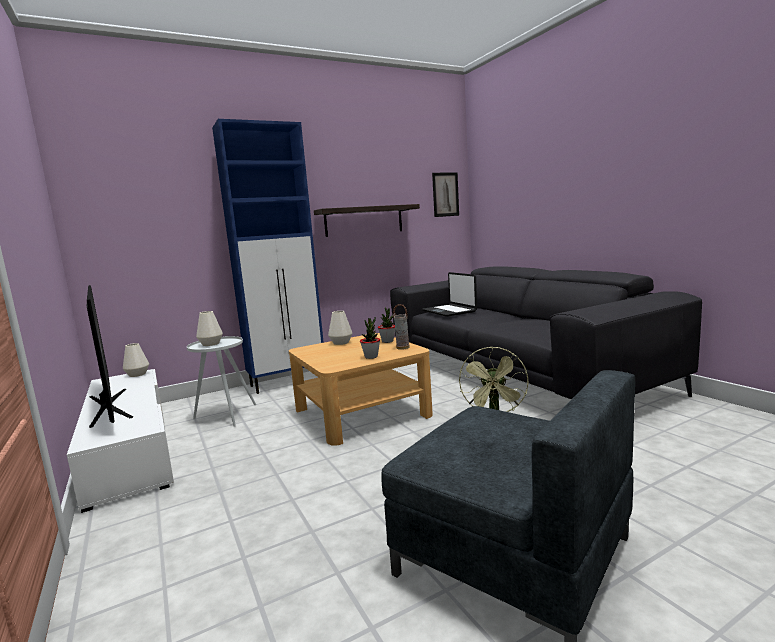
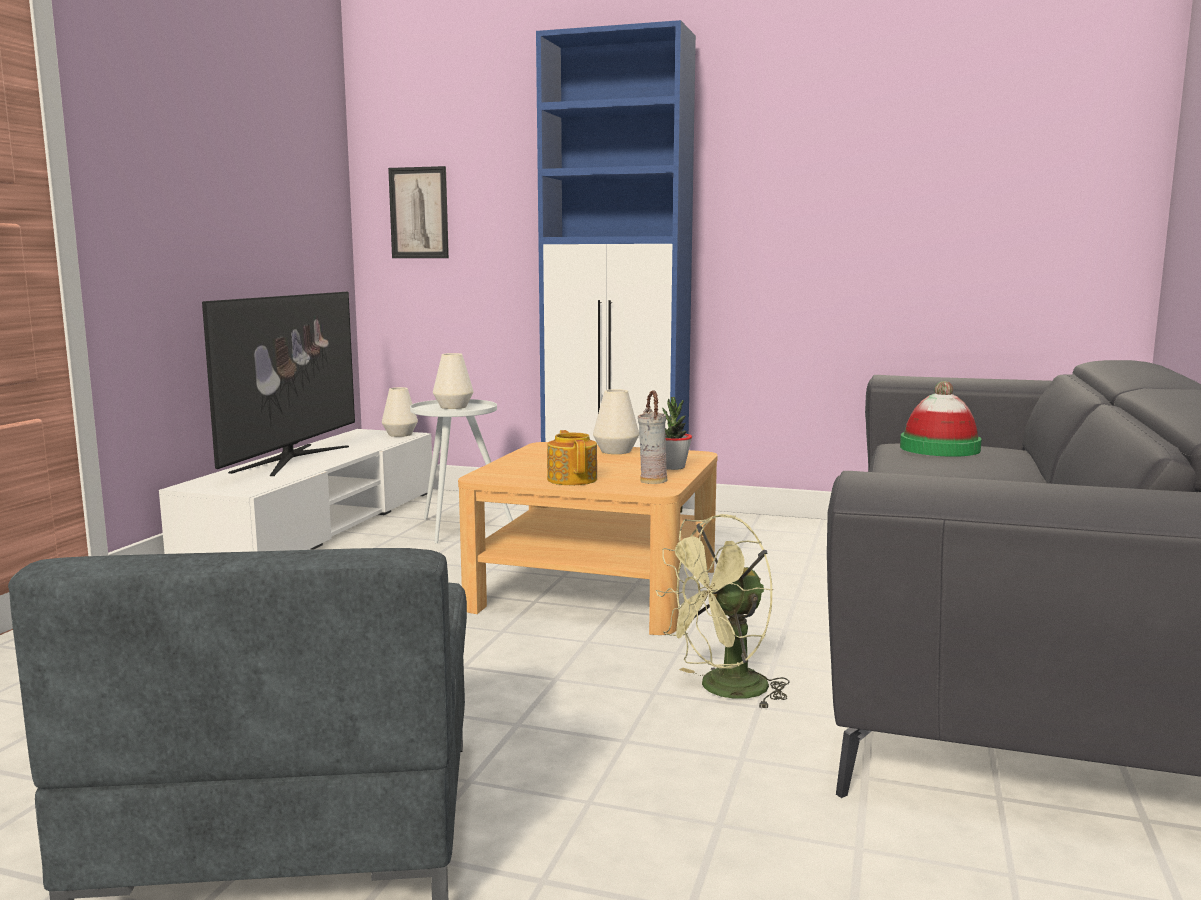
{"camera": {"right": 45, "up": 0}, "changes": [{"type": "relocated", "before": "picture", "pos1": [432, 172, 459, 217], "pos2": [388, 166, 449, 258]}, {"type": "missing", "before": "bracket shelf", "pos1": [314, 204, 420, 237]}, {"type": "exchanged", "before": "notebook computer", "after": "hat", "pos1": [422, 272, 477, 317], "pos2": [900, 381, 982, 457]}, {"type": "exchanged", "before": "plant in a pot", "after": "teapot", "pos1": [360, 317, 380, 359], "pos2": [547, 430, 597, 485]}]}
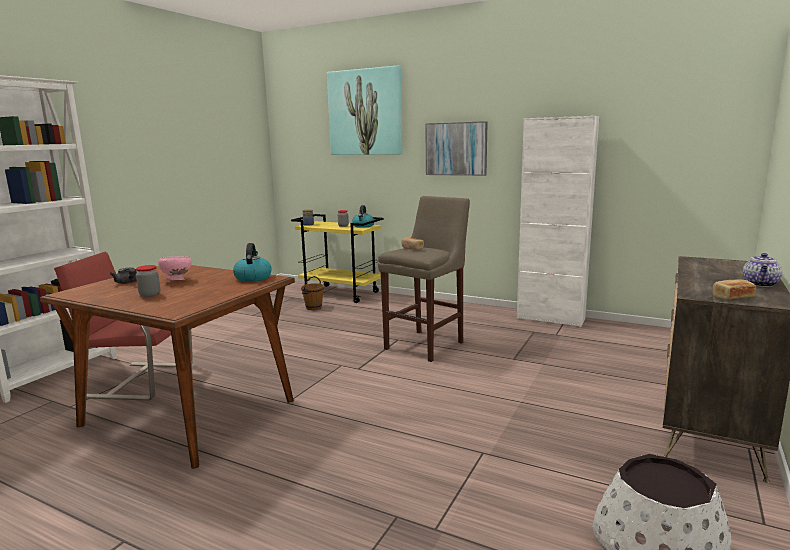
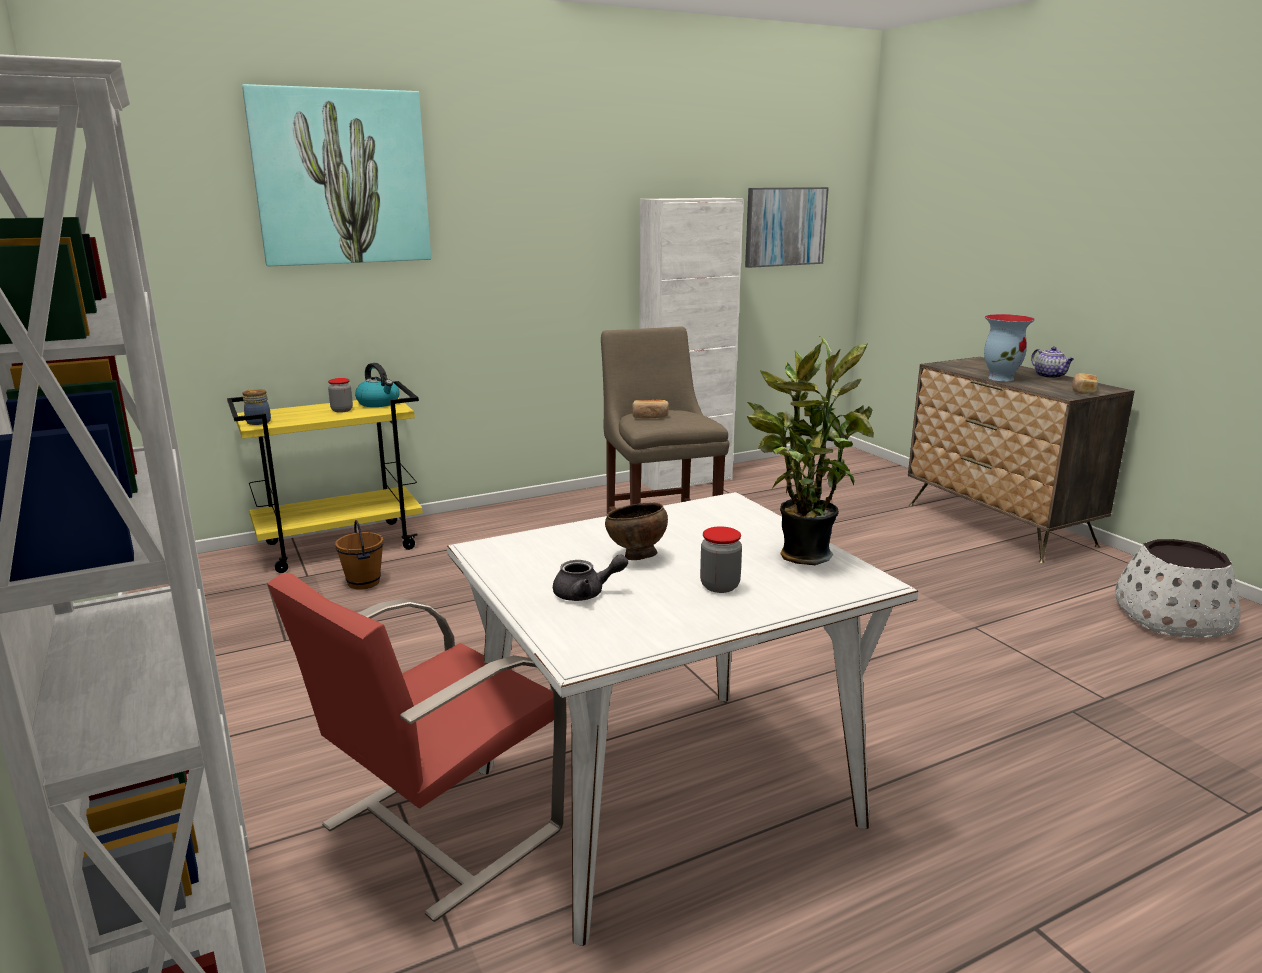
{"camera": {"right": -55, "up": 5}, "changes": [{"type": "relocated", "before": "picture", "pos1": [425, 121, 488, 176], "pos2": [745, 187, 829, 268]}, {"type": "missing", "before": "kettle", "pos1": [233, 243, 272, 282]}, {"type": "colour", "before": "pinkish bowl", "after": "brown-coloured bowl", "pos1": [158, 256, 192, 280], "pos2": [605, 502, 668, 560]}, {"type": "colour", "before": "brown-coloured kitchen table", "after": "whitish kitchen table", "pos1": [40, 265, 295, 469], "pos2": [447, 492, 918, 946]}, {"type": "appeared", "after": "flower vase", "pos2": [984, 314, 1035, 381]}, {"type": "appeared", "after": "plant in a pot", "pos2": [747, 335, 874, 565]}]}
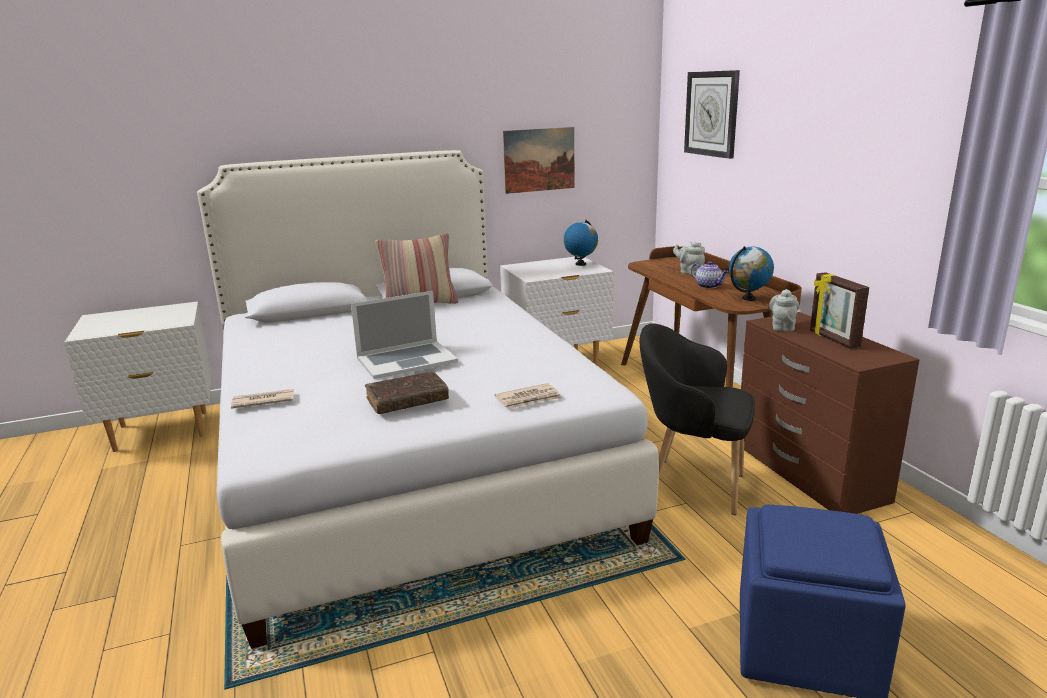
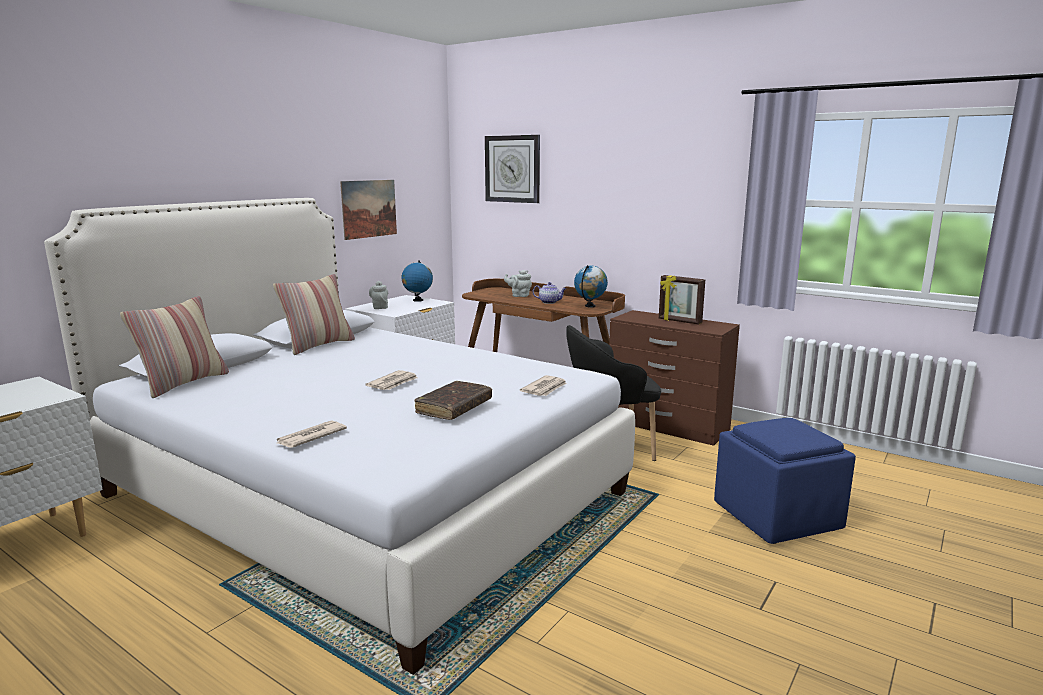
{"camera": {"right": -35, "up": -5}, "changes": [{"type": "relocated", "before": "greyish teapot", "pos1": [769, 289, 799, 331], "pos2": [369, 281, 388, 309]}, {"type": "exchanged", "before": "notebook computer", "after": "daily paper", "pos1": [351, 291, 458, 379], "pos2": [365, 370, 418, 390]}, {"type": "appeared", "after": "pillow", "pos2": [120, 296, 229, 398]}]}
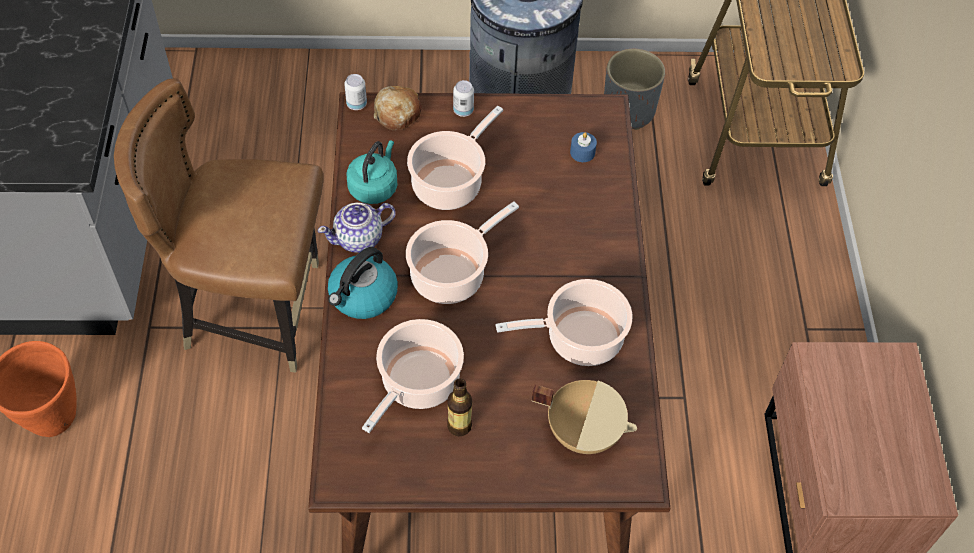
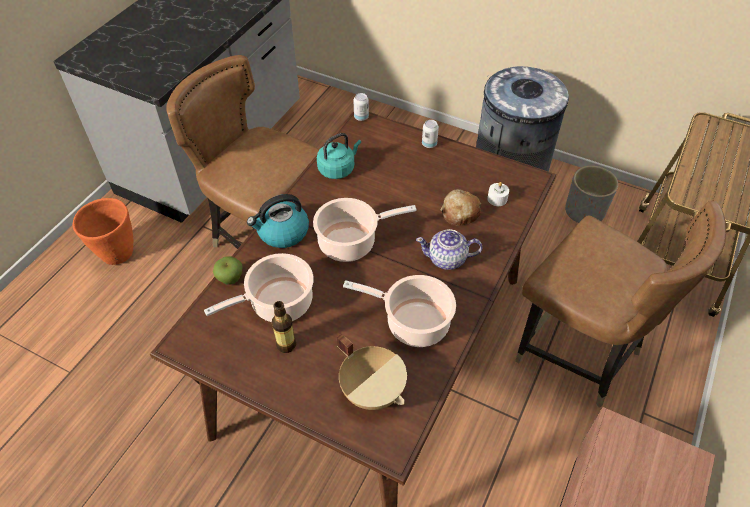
{"camera": {"right": 30, "up": -5}, "changes": [{"type": "relocated", "before": "baked bread", "pos1": [374, 86, 422, 130], "pos2": [441, 189, 481, 226]}, {"type": "missing", "before": "stockpot", "pos1": [407, 106, 503, 210]}, {"type": "colour", "before": "blue wax light", "after": "whitish wax light", "pos1": [570, 132, 597, 162], "pos2": [487, 182, 509, 206]}, {"type": "relocated", "before": "teapot", "pos1": [318, 203, 396, 253], "pos2": [416, 229, 482, 270]}, {"type": "appeared", "after": "brown-coloured upright chair", "pos2": [515, 201, 726, 408]}, {"type": "appeared", "after": "apple", "pos2": [213, 256, 243, 285]}]}
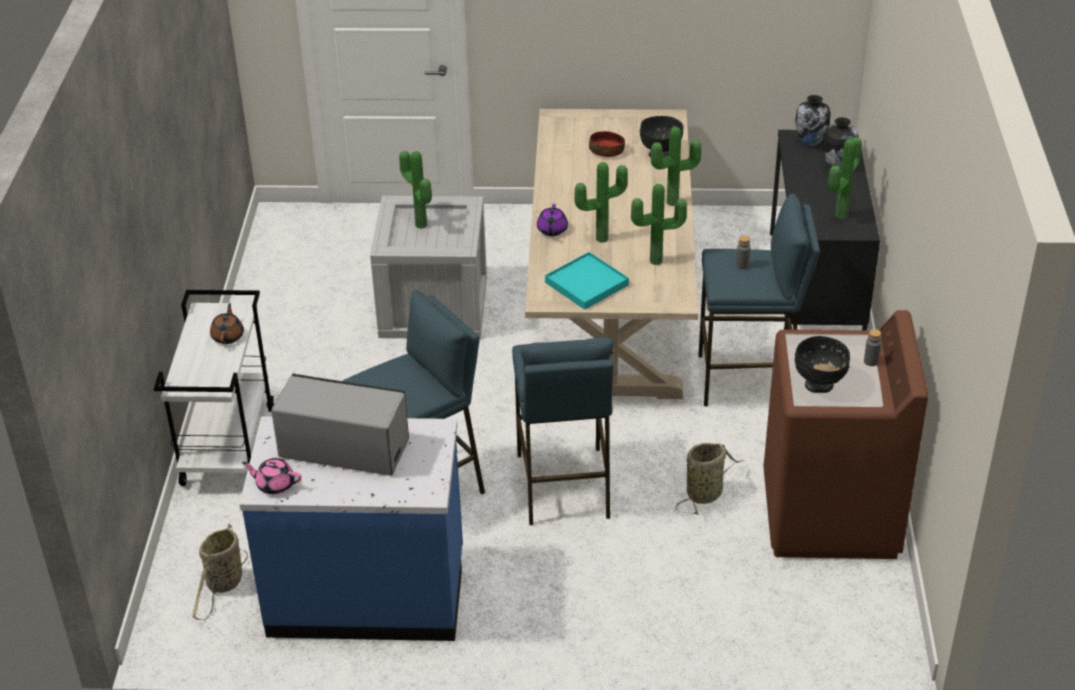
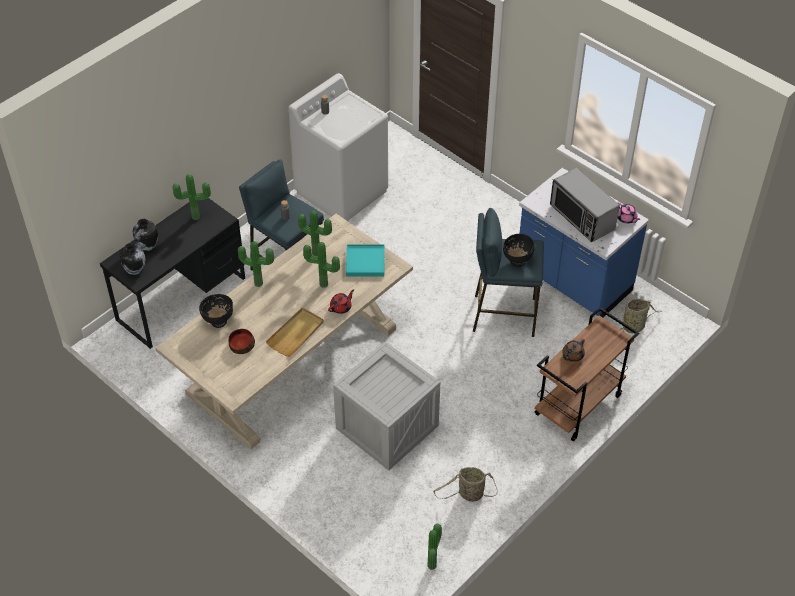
{"camera": {"right": -140, "up": 10}, "changes": [{"type": "relocated", "before": "plant in a pot", "pos1": [399, 151, 432, 229], "pos2": [427, 523, 442, 570]}, {"type": "colour", "before": "purple-coloured teapot", "after": "red-coloured teapot", "pos1": [537, 204, 568, 236], "pos2": [328, 289, 354, 314]}, {"type": "colour", "before": "whitish cart", "after": "brown-coloured cart", "pos1": [154, 290, 274, 486], "pos2": [535, 307, 639, 441]}, {"type": "colour", "before": "brown-coloured laundry machine", "after": "whitish laundry machine", "pos1": [763, 310, 928, 559], "pos2": [288, 73, 388, 221]}, {"type": "relocated", "before": "blackish bowl", "pos1": [795, 336, 850, 393], "pos2": [503, 234, 535, 267]}, {"type": "missing", "before": "blue stool seat", "pos1": [512, 337, 614, 525]}, {"type": "relocated", "before": "storage basket", "pos1": [675, 443, 744, 515], "pos2": [433, 467, 497, 502]}, {"type": "appeared", "after": "beige serving tray", "pos2": [265, 308, 324, 357]}]}
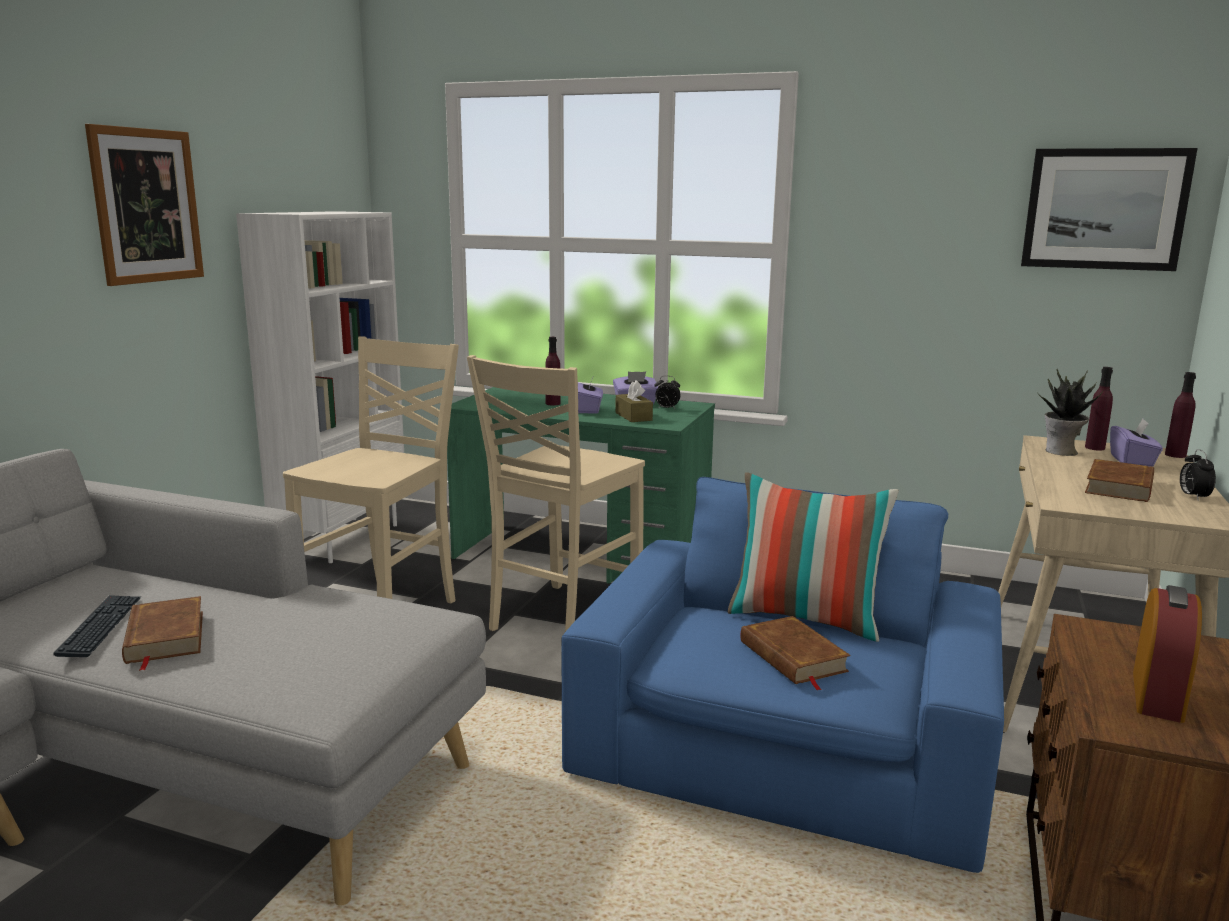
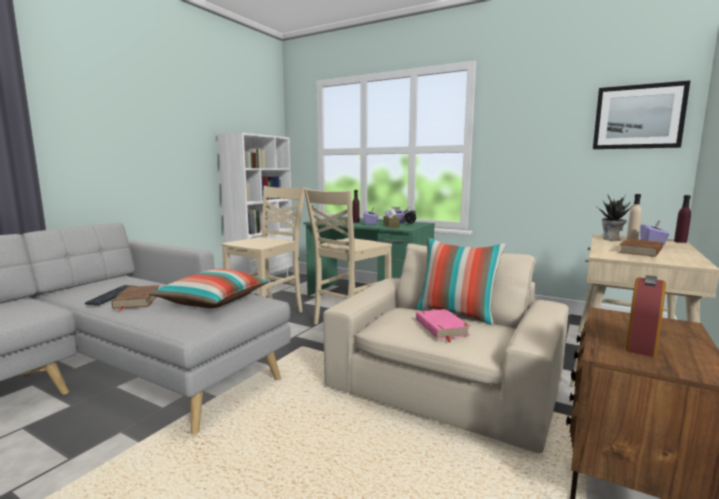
{"camera": {"right": 10, "up": -5}, "changes": [{"type": "missing", "before": "picture", "pos1": [85, 124, 204, 286]}, {"type": "colour", "before": "purple-coloured bottle", "after": "beige bottle", "pos1": [1085, 367, 1113, 451], "pos2": [627, 194, 642, 239]}, {"type": "missing", "before": "alarm clock", "pos1": [1180, 449, 1216, 500]}, {"type": "colour", "before": "blue lounge chair", "after": "beige lounge chair", "pos1": [561, 477, 1004, 873], "pos2": [323, 243, 569, 453]}, {"type": "colour", "before": "brown-coloured volume", "after": "pinkish volume", "pos1": [740, 616, 851, 691], "pos2": [416, 309, 471, 342]}, {"type": "appeared", "after": "pillow", "pos2": [149, 269, 269, 308]}]}
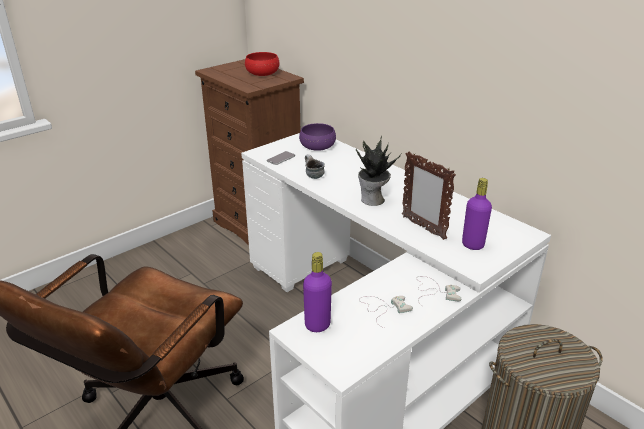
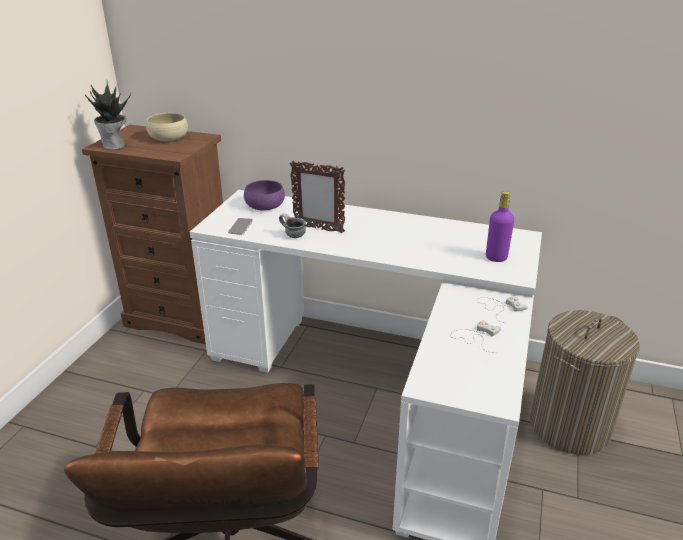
{"camera": {"right": -30, "up": 0}, "changes": [{"type": "colour", "before": "red-coloured bowl", "after": "beige bowl", "pos1": [245, 52, 280, 76], "pos2": [146, 113, 188, 141]}, {"type": "relocated", "before": "plant in a pot", "pos1": [356, 135, 402, 206], "pos2": [85, 81, 131, 150]}, {"type": "relocated", "before": "picture frame", "pos1": [402, 151, 456, 240], "pos2": [290, 161, 345, 234]}, {"type": "missing", "before": "purple-coloured bottle", "pos1": [303, 252, 332, 332]}]}
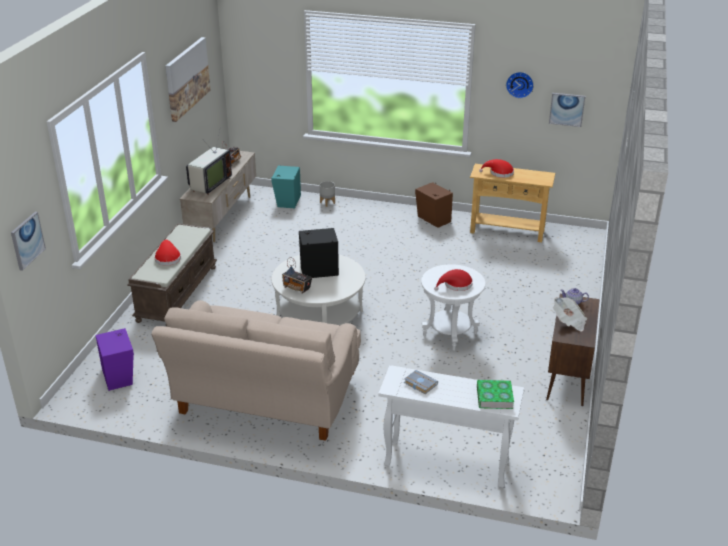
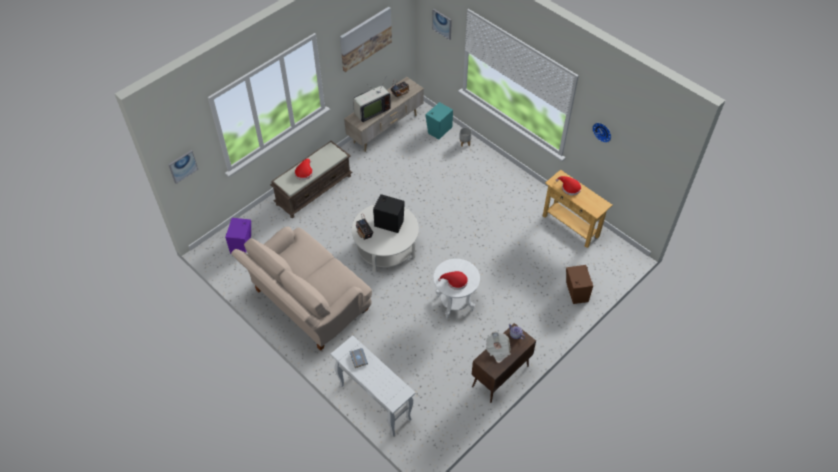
{"camera": {"right": 30, "up": 20}, "changes": [{"type": "relocated", "before": "picture", "pos1": [549, 93, 585, 127], "pos2": [432, 9, 452, 40]}, {"type": "relocated", "before": "brown-coloured loudspeaker", "pos1": [415, 182, 453, 228], "pos2": [566, 265, 593, 304]}, {"type": "missing", "before": "volume", "pos1": [477, 380, 514, 409]}]}
